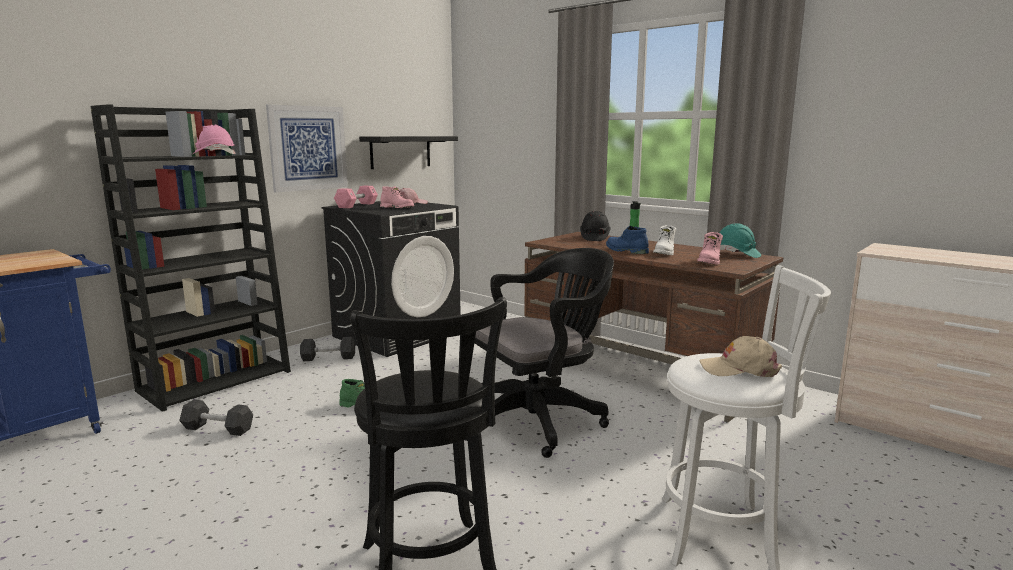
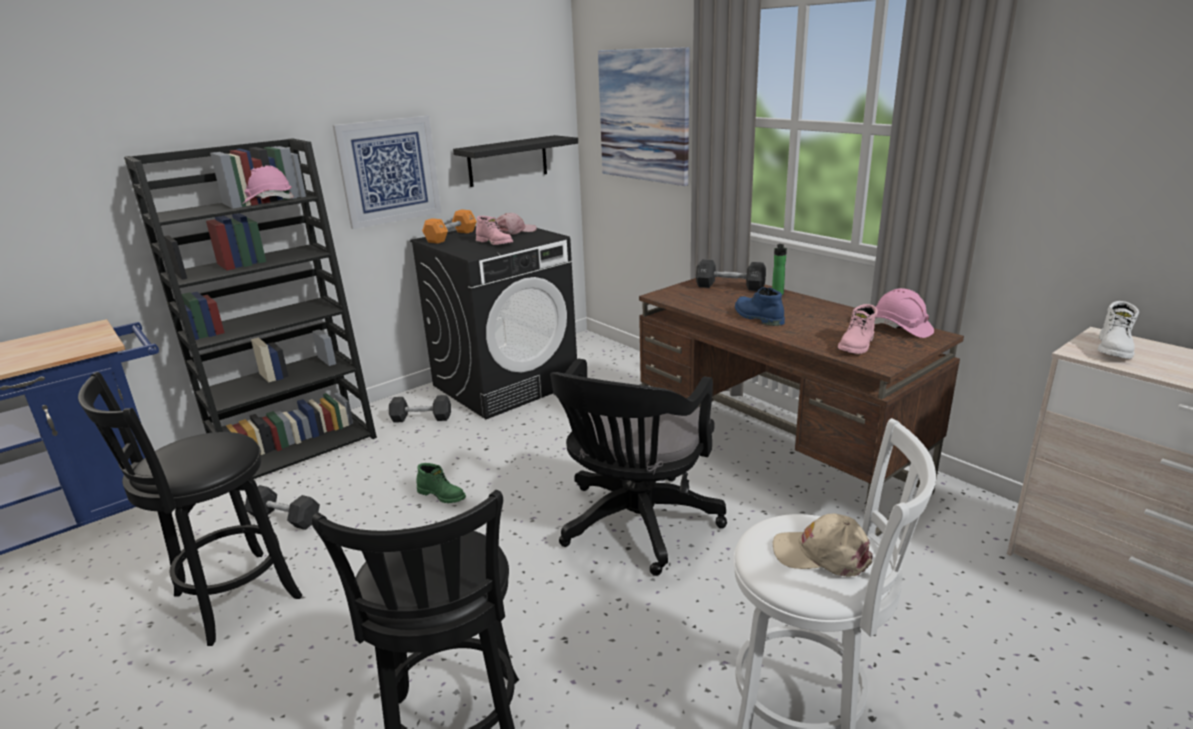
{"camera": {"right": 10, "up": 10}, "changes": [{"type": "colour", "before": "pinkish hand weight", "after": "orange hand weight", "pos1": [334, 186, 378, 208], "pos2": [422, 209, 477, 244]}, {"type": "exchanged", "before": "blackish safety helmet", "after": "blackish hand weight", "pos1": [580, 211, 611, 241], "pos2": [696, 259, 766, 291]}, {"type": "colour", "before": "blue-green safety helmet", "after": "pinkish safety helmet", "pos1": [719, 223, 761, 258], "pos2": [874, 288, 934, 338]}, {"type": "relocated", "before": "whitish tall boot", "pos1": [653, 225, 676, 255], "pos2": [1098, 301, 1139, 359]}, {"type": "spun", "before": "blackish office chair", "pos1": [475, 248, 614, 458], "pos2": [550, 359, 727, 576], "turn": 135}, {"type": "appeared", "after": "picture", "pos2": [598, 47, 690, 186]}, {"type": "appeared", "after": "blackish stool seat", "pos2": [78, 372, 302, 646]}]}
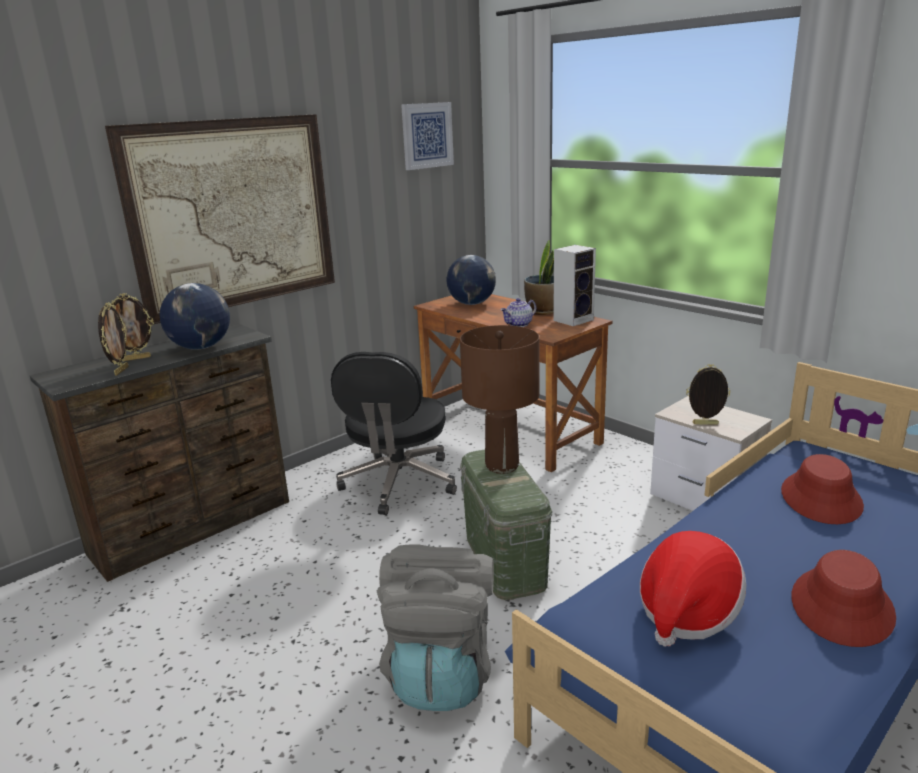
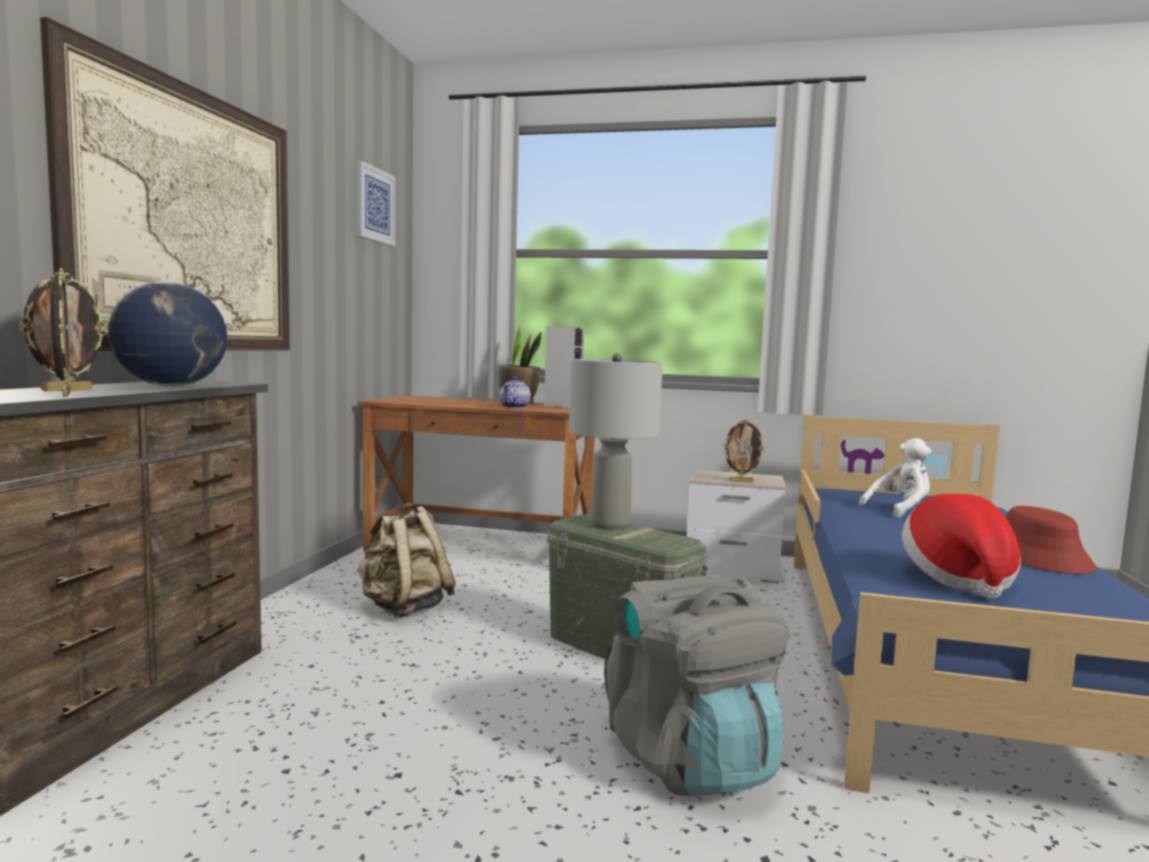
{"camera": {"right": -35, "up": -15}, "changes": [{"type": "missing", "before": "desk globe", "pos1": [446, 255, 496, 305]}, {"type": "colour", "before": "brown-coloured tabletop lamp", "after": "greyish tabletop lamp", "pos1": [460, 325, 539, 474], "pos2": [569, 354, 663, 530]}, {"type": "exchanged", "before": "blackish office chair", "after": "beige rucksack", "pos1": [331, 352, 457, 515], "pos2": [357, 503, 456, 618]}, {"type": "spun", "before": "picture frame", "pos1": [686, 364, 730, 425], "pos2": [723, 419, 765, 483], "turn": -150}, {"type": "exchanged", "before": "red-coloured hat", "after": "whitish plush toy", "pos1": [781, 454, 864, 524], "pos2": [859, 438, 932, 518]}]}
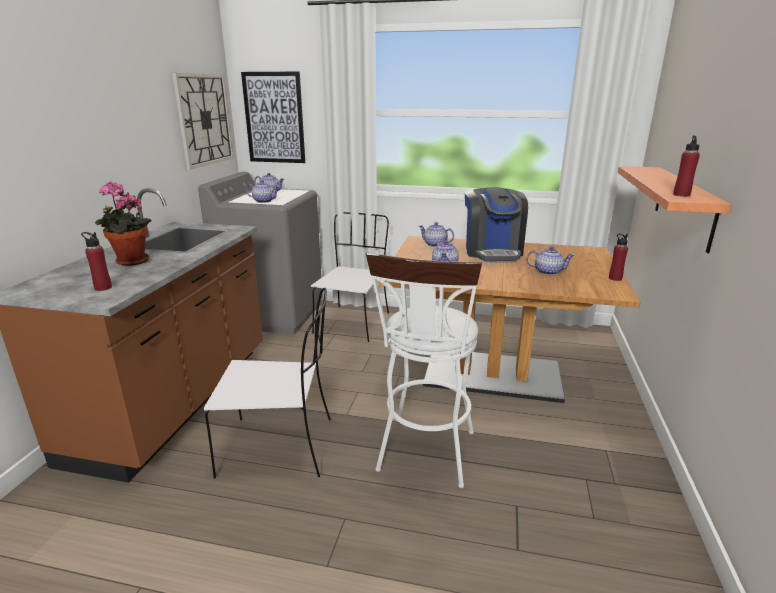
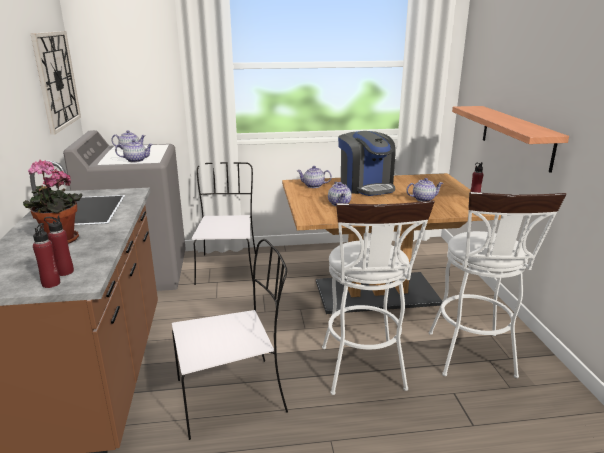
{"camera": {"right": -20, "up": 0}, "changes": [{"type": "missing", "before": "picture", "pos1": [241, 72, 305, 163]}, {"type": "relocated", "before": "red-coloured bottle", "pos1": [673, 136, 700, 197], "pos2": [33, 223, 60, 288]}, {"type": "appeared", "after": "whitish stool seat", "pos2": [429, 192, 566, 378]}]}
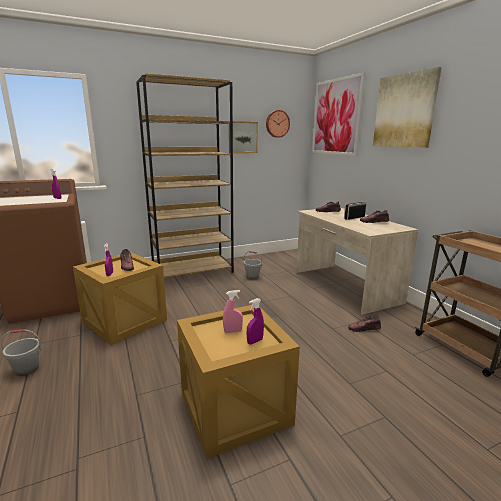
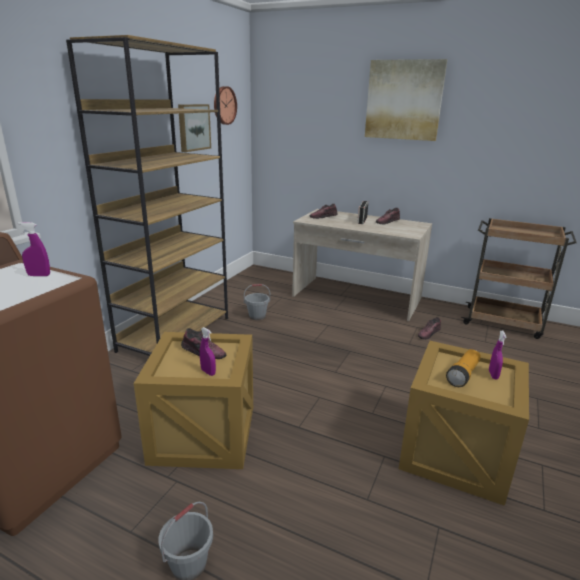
{"camera": {"right": -40, "up": 5}, "changes": [{"type": "missing", "before": "picture", "pos1": [312, 72, 365, 156]}, {"type": "exchanged", "before": "pinkish hand sprayer", "after": "hand torch", "pos1": [223, 290, 243, 333], "pos2": [446, 349, 481, 387]}]}
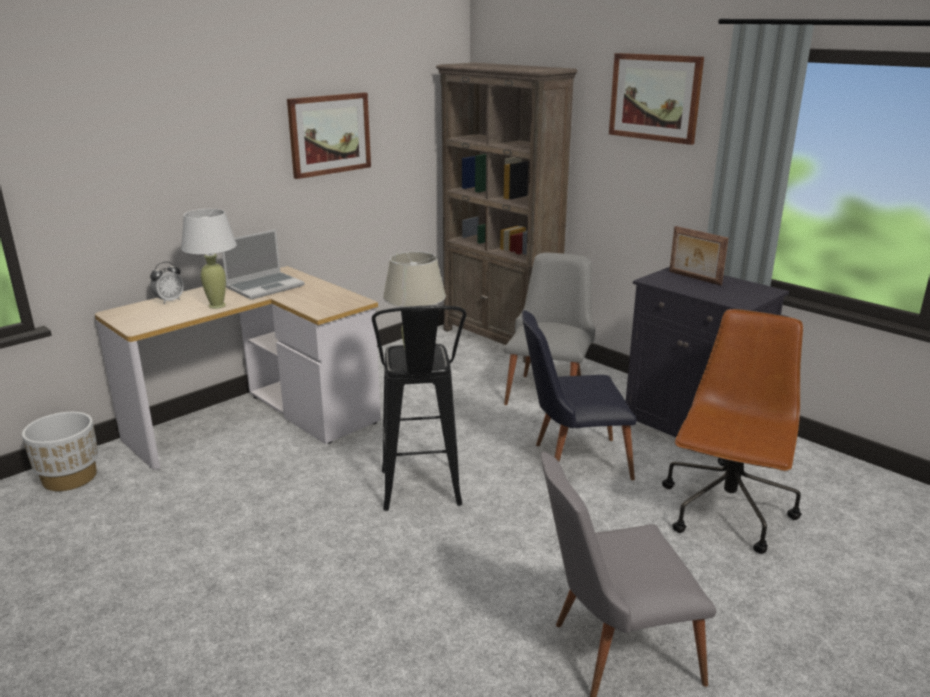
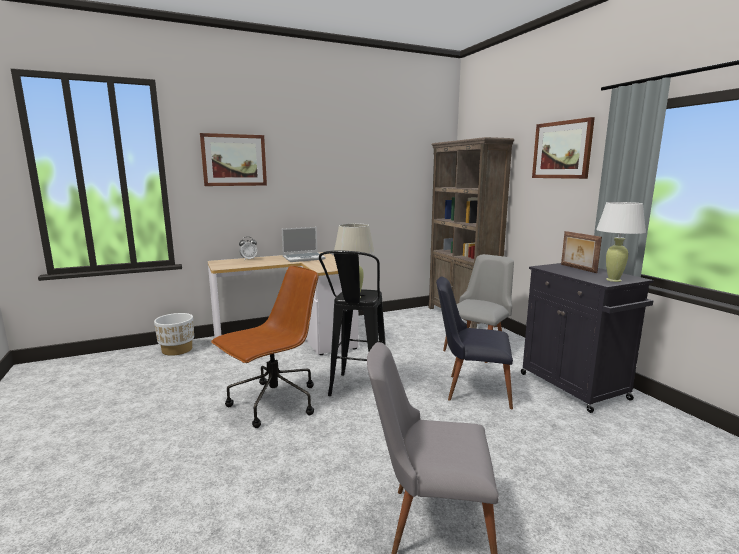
{"camera": {"right": 20, "up": -10}, "changes": [{"type": "relocated", "before": "picture", "pos1": [287, 92, 371, 179], "pos2": [200, 133, 267, 186]}, {"type": "relocated", "before": "whitish tabletop lamp", "pos1": [181, 209, 237, 309], "pos2": [596, 202, 646, 282]}, {"type": "relocated", "before": "brown-coloured office chair", "pos1": [662, 309, 803, 554], "pos2": [211, 265, 319, 428]}]}
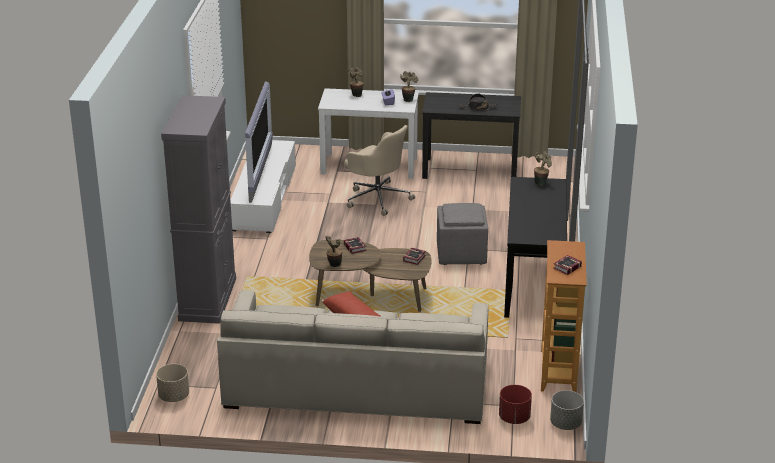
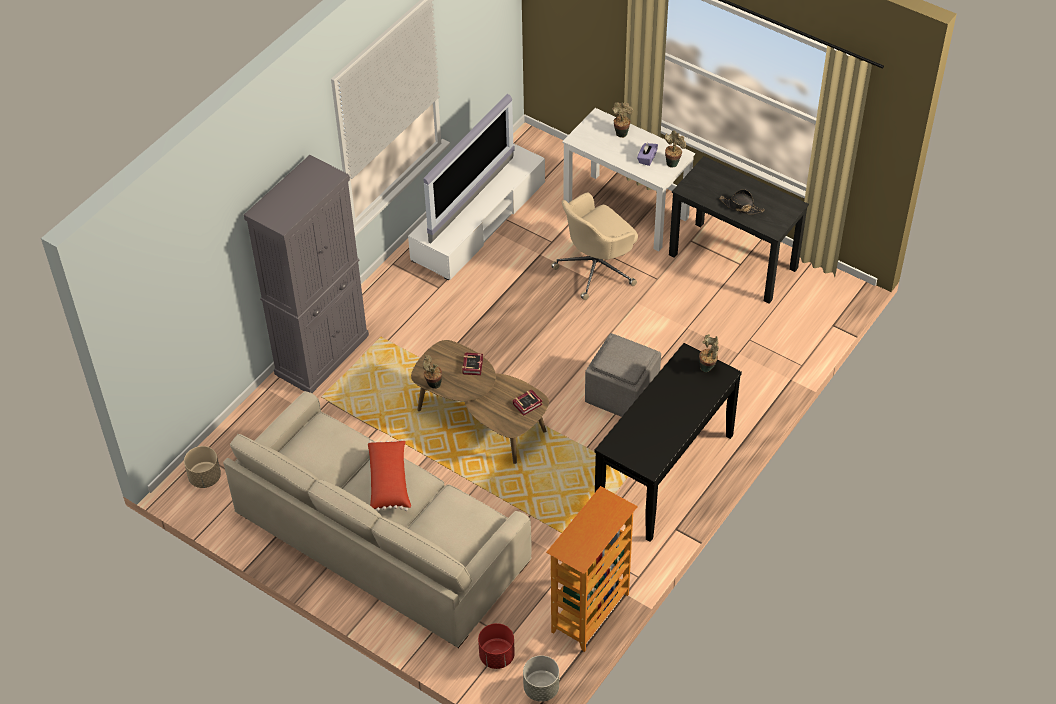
{"camera": {"right": 30, "up": 20}, "changes": [{"type": "spun", "before": "beige office chair", "pos1": [344, 125, 415, 216], "pos2": [551, 192, 638, 300], "turn": 75}, {"type": "missing", "before": "volume", "pos1": [553, 255, 582, 275]}]}
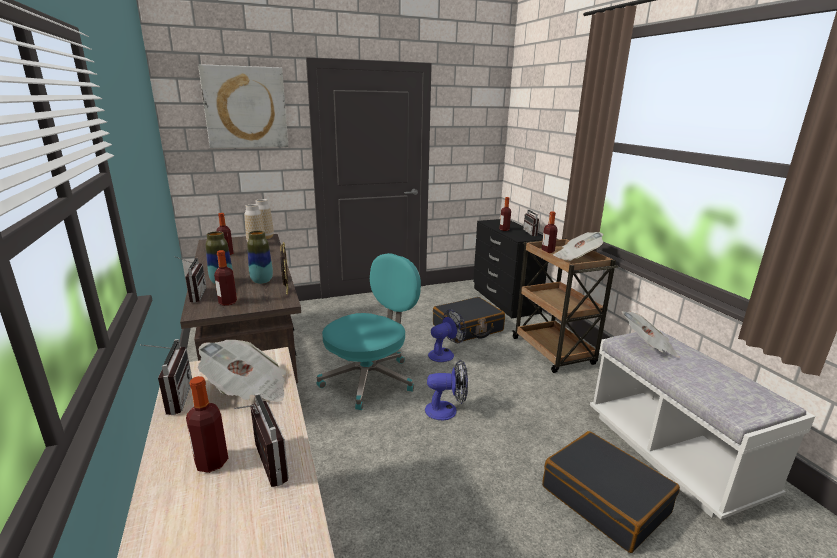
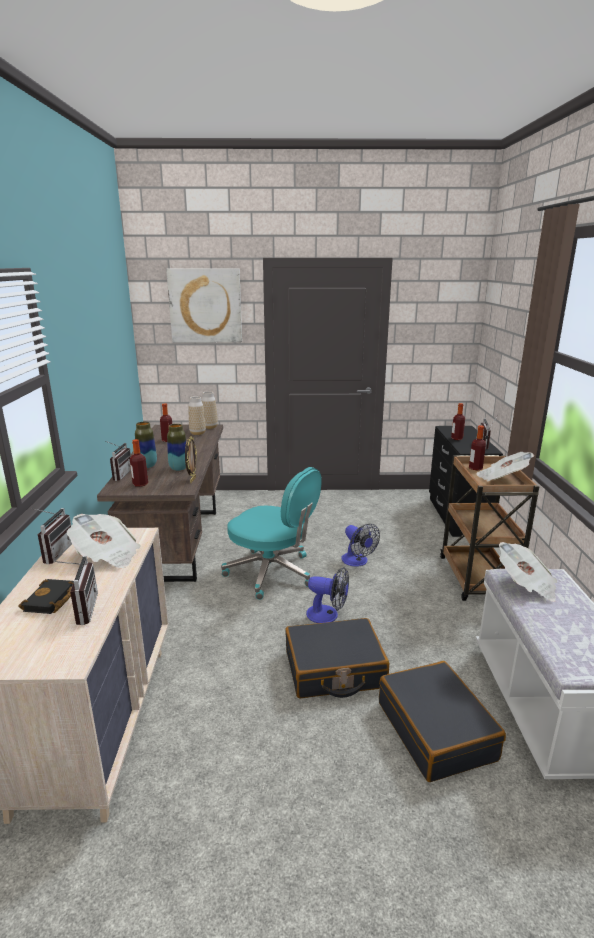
{"camera": {"right": 20, "up": 0}, "changes": [{"type": "spun", "before": "blue-green office chair", "pos1": [316, 253, 421, 410], "pos2": [221, 467, 322, 600], "turn": 60}, {"type": "relocated", "before": "blackish suitcase", "pos1": [433, 297, 505, 343], "pos2": [285, 618, 389, 698]}, {"type": "spun", "before": "cooling fan", "pos1": [428, 309, 466, 362], "pos2": [341, 524, 380, 567], "turn": 75}, {"type": "exchanged", "before": "bottle", "after": "blackish volume", "pos1": [186, 376, 228, 473], "pos2": [18, 579, 74, 614]}]}
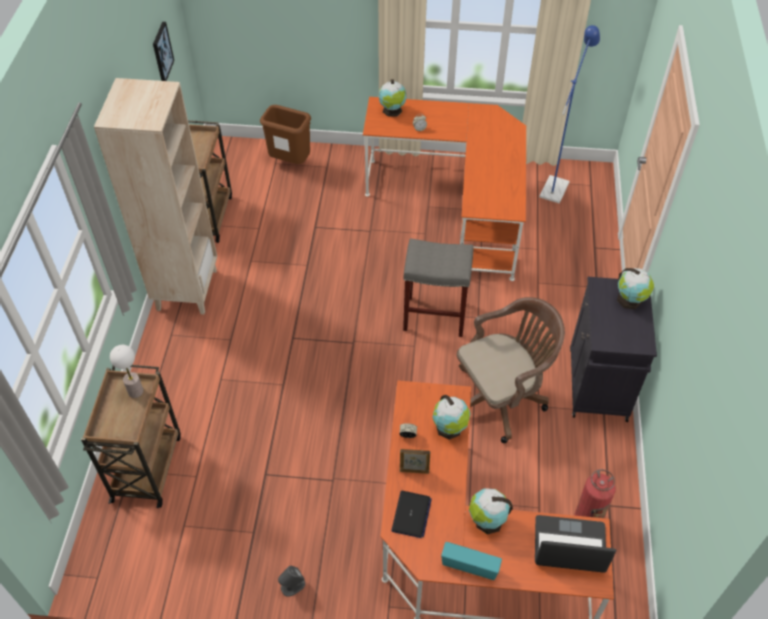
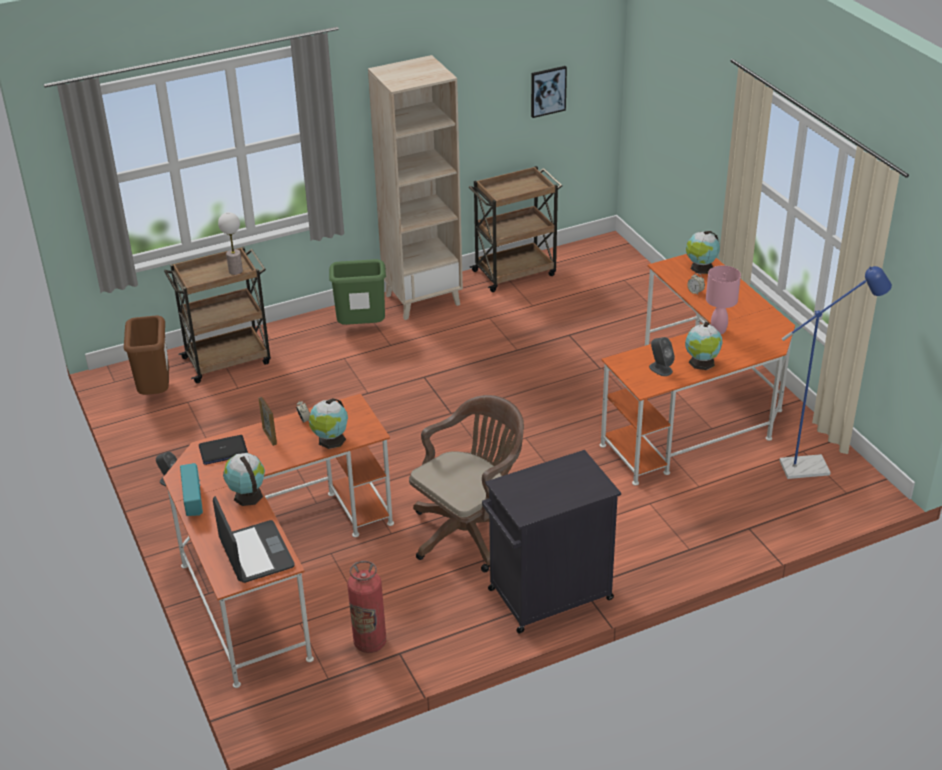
{"camera": {"right": 60, "up": -15}, "changes": [{"type": "relocated", "before": "brown-coloured rubbish bin", "pos1": [260, 105, 311, 164], "pos2": [124, 315, 169, 395]}, {"type": "missing", "before": "greyish stool seat", "pos1": [403, 238, 473, 337]}, {"type": "relocated", "before": "desk globe", "pos1": [617, 268, 654, 309], "pos2": [685, 322, 722, 370]}, {"type": "spun", "before": "brown-coloured office chair", "pos1": [456, 297, 565, 443], "pos2": [409, 395, 524, 572], "turn": -75}, {"type": "appeared", "after": "green-coloured rubbish bin", "pos2": [329, 259, 386, 325]}, {"type": "appeared", "after": "pinkish tabletop lamp", "pos2": [706, 265, 741, 334]}, {"type": "appeared", "after": "greyish loudspeaker", "pos2": [649, 337, 675, 376]}]}
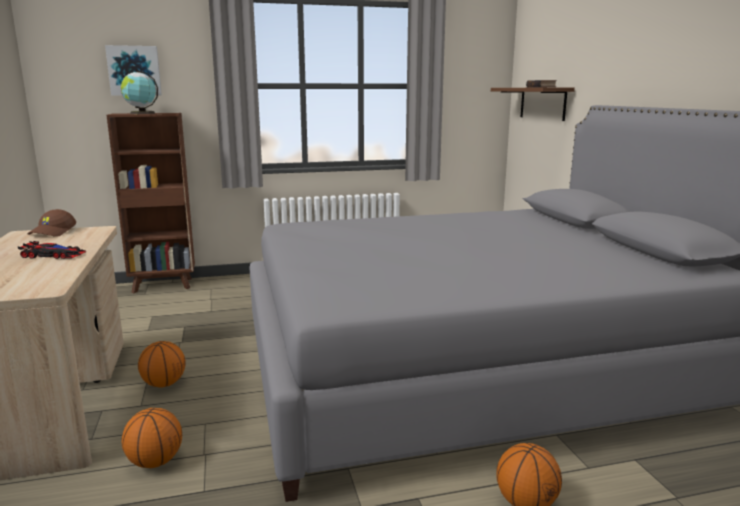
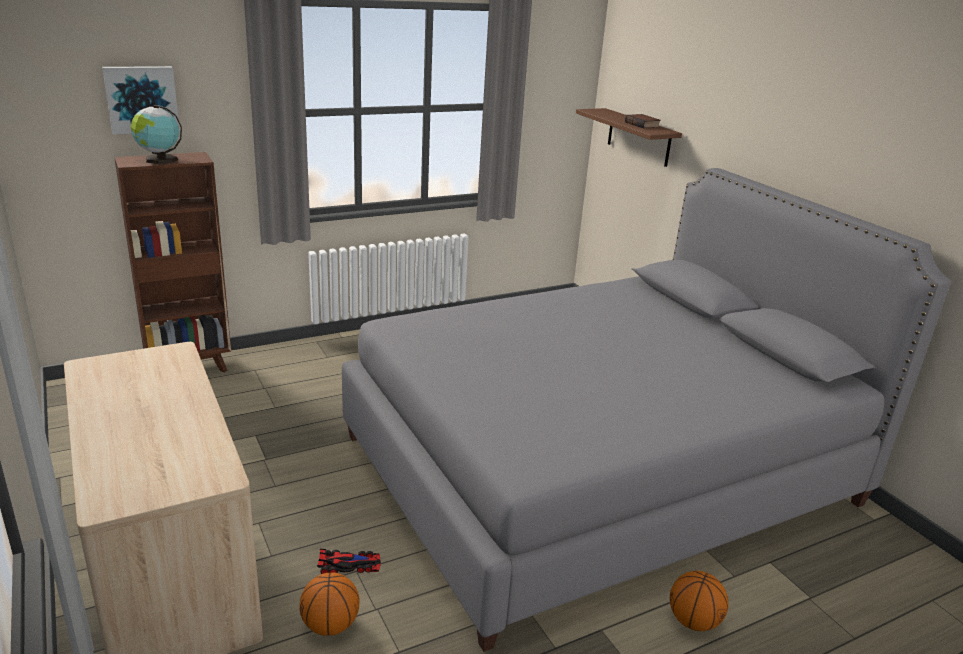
{"camera": {"right": -15, "up": 10}, "changes": [{"type": "missing", "before": "brown-coloured peaked cap", "pos1": [27, 209, 76, 237]}, {"type": "relocated", "before": "miniature car", "pos1": [17, 241, 86, 259], "pos2": [317, 549, 381, 574]}, {"type": "missing", "before": "ball for basketball", "pos1": [138, 341, 186, 388]}]}
